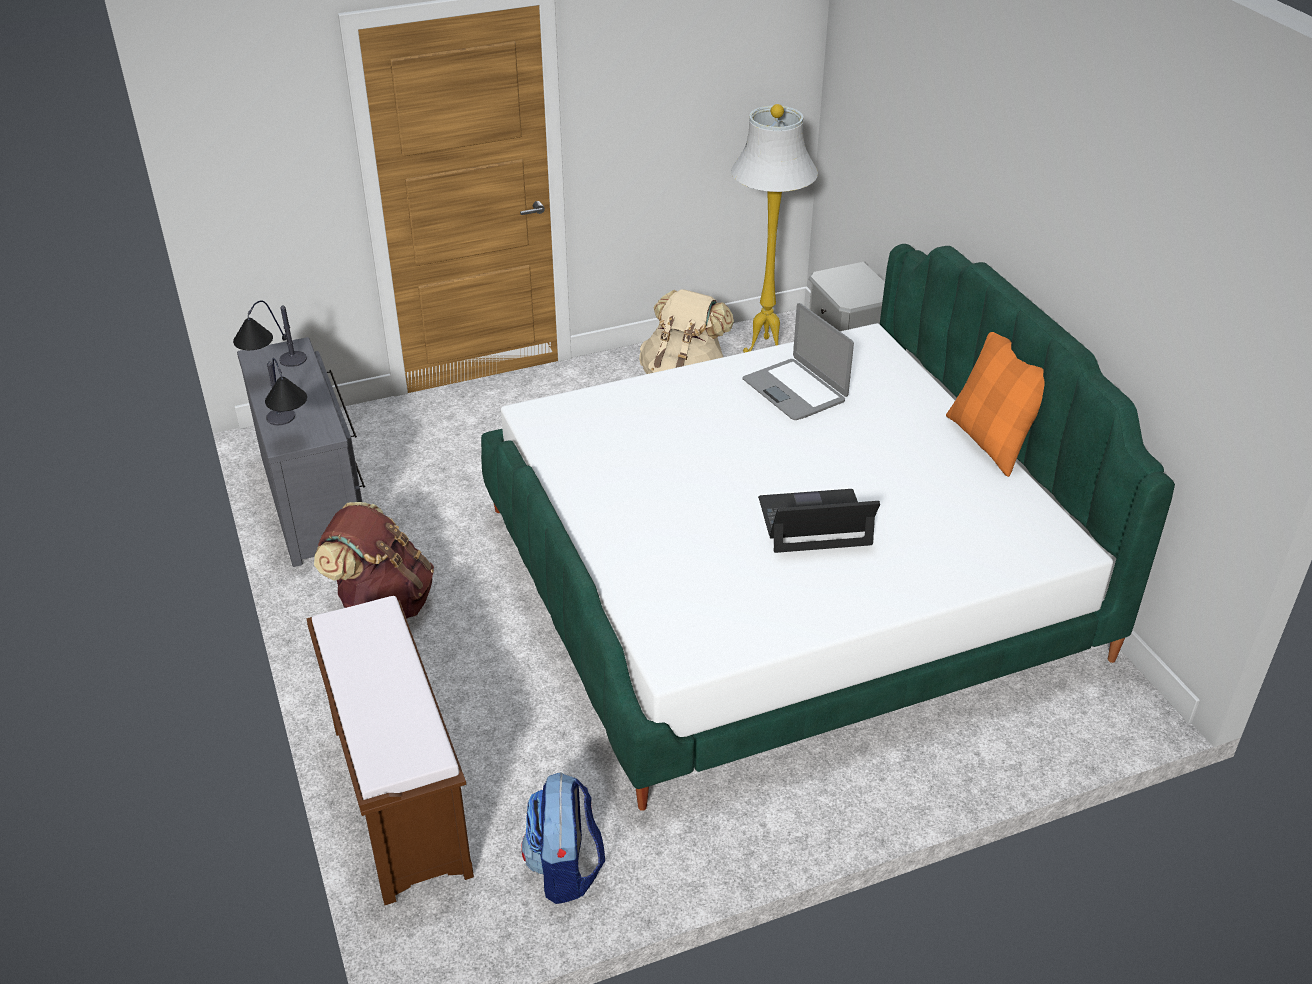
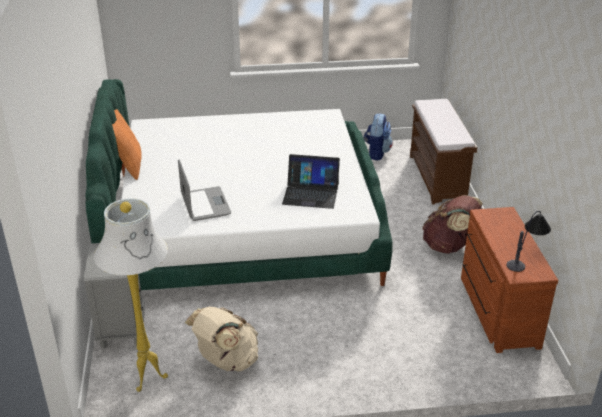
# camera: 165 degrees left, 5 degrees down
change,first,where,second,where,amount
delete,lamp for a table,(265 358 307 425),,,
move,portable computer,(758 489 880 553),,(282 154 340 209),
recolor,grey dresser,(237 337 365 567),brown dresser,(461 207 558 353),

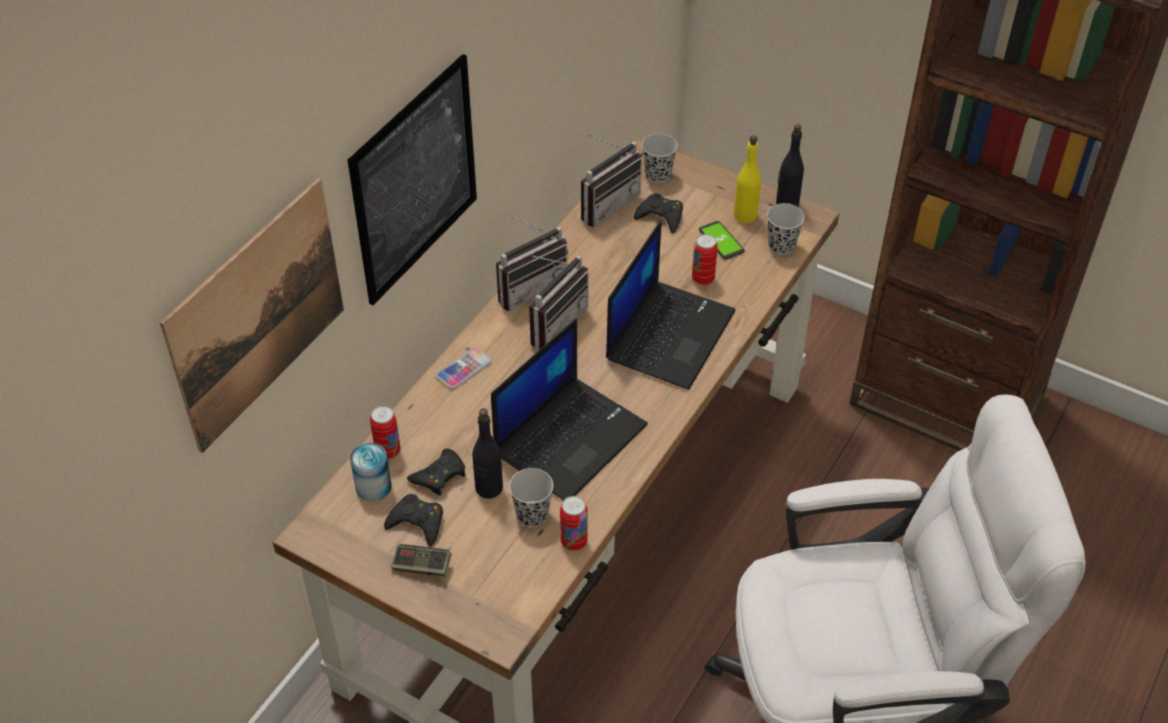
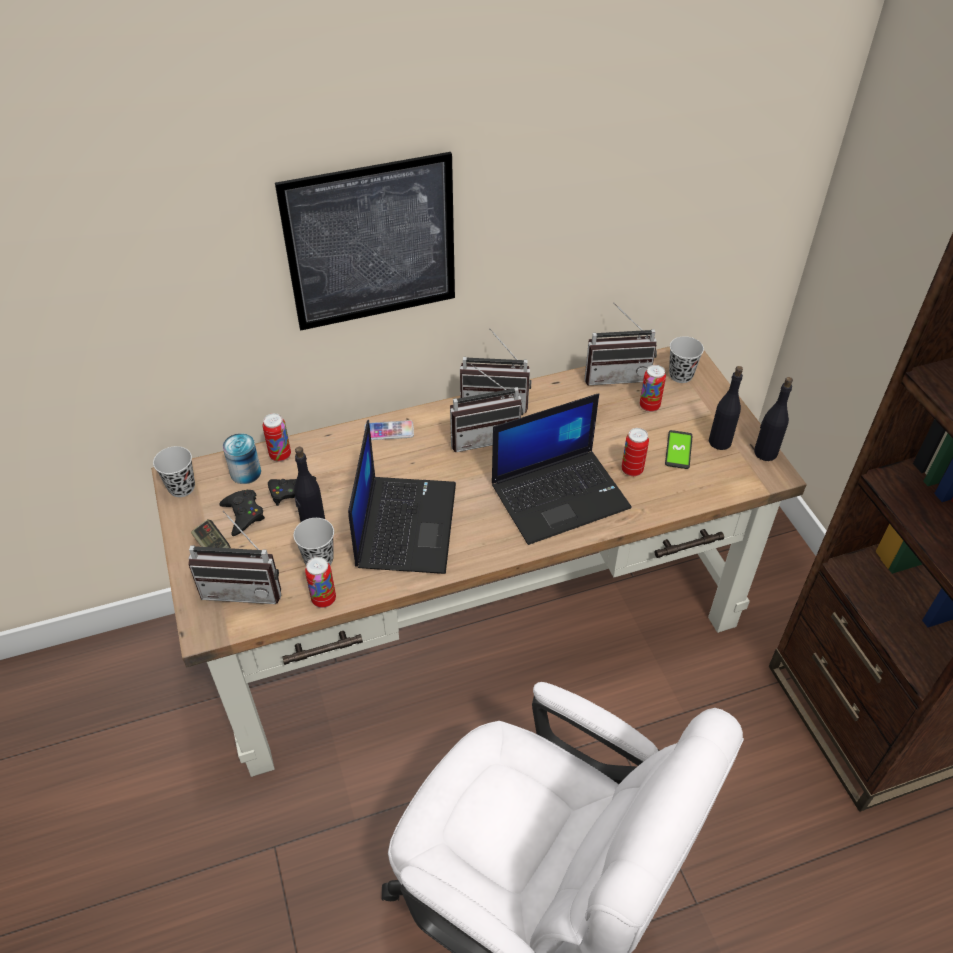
# camera: 40 degrees right, 0 degrees up
change,first,where,second,where,amount
delete,picture,(160 178 344 453),,,
insert,,,radio receiver,(188 510 281 604),
move,black small cup,(767 203 805 255),,(153 446 195 497),
replace,black gamepad,(634 193 683 233),can,(640 365 666 412),
recolor,yellowish beverage bottle,(734 135 761 223),black beverage bottle,(709 366 743 450),
rotate,portable computer,(491 318 648 500),,(348 420 456 574),75 degrees counterclockwise

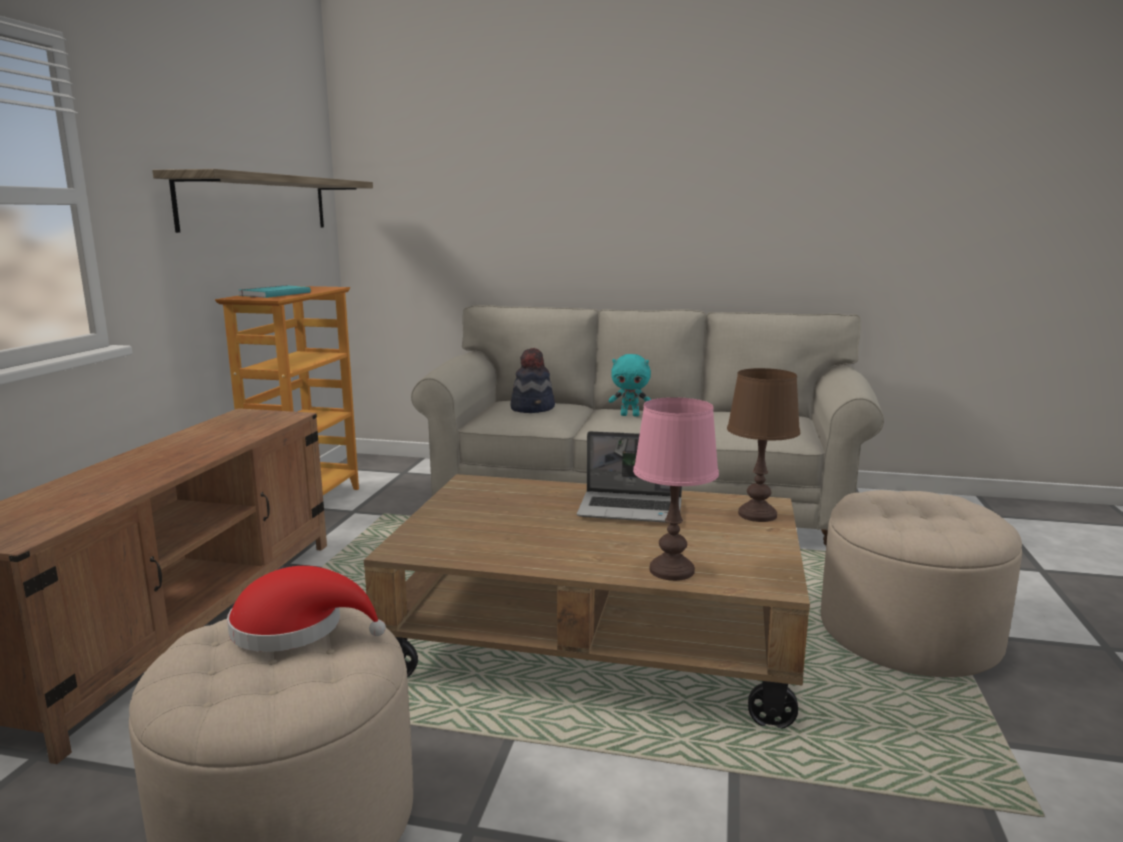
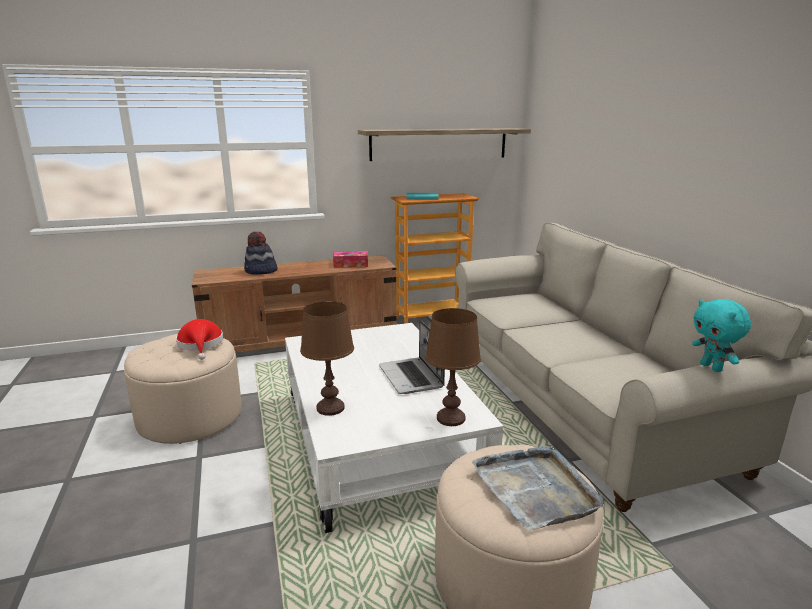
# camera: 60 degrees right, 5 degrees up
change,first,where,second,where,amount
insert,,,tissue box,(333 251 368 268),
insert,,,grey tray,(472 446 603 531),
move,wearable hat,(510 348 555 413),,(244 232 278 275),
move,turquoise plush toy,(609 354 651 416),,(692 299 751 372),
recolor,brown lounge table,(364 474 810 729),white lounge table,(285 323 504 533),
recolor,pinkish lamp for a table,(633 397 719 581),brown lamp for a table,(300 301 354 416),

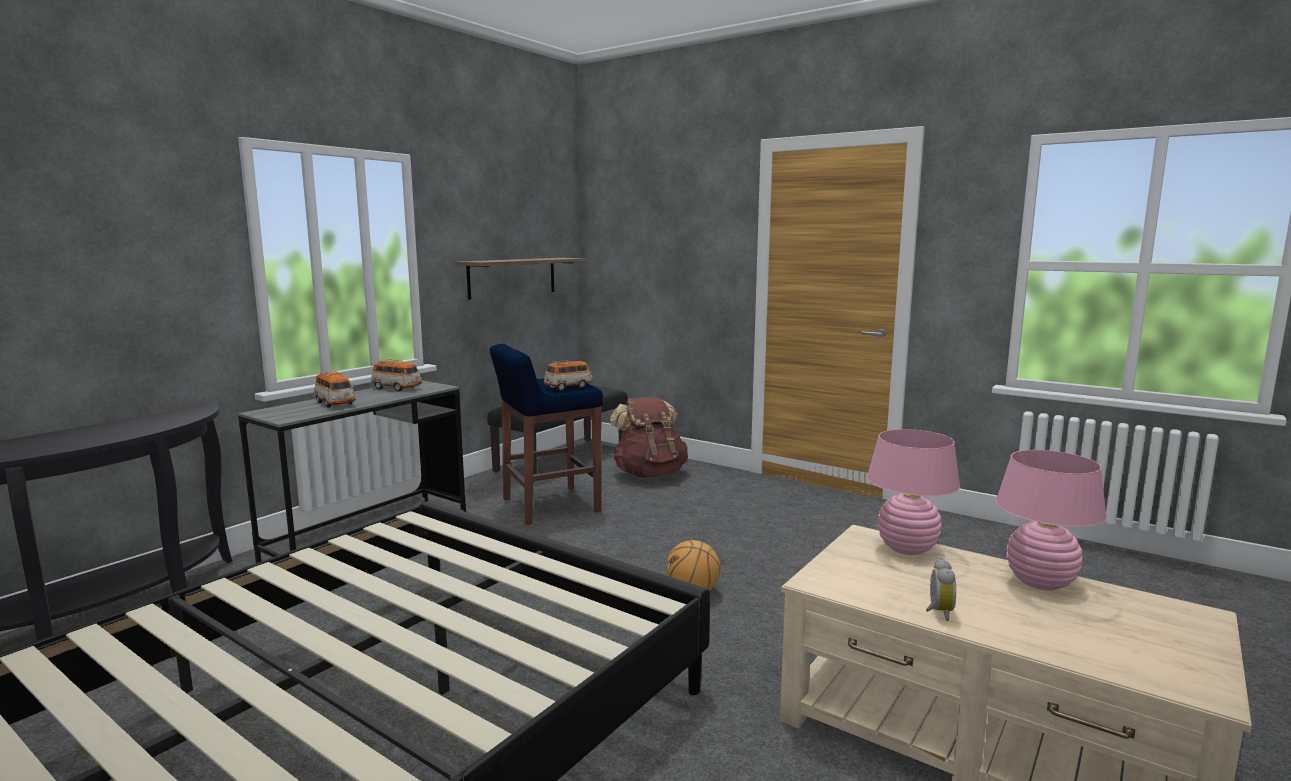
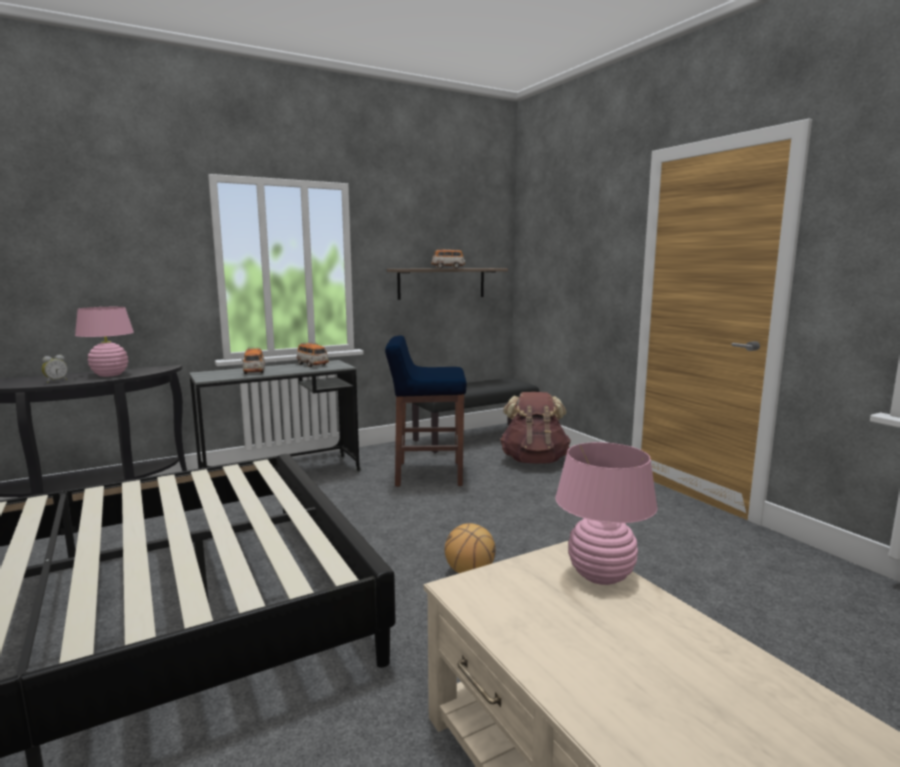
# camera: 25 degrees right, 0 degrees up
change,first,where,second,where,amount
move,miniature car,(544 360 593 391),,(431 249 465 268),
move,alarm clock,(926 559 956 621),,(42 355 68 383),
move,pinkish lamp for a table,(996 450 1107 590),,(75 307 134 377),

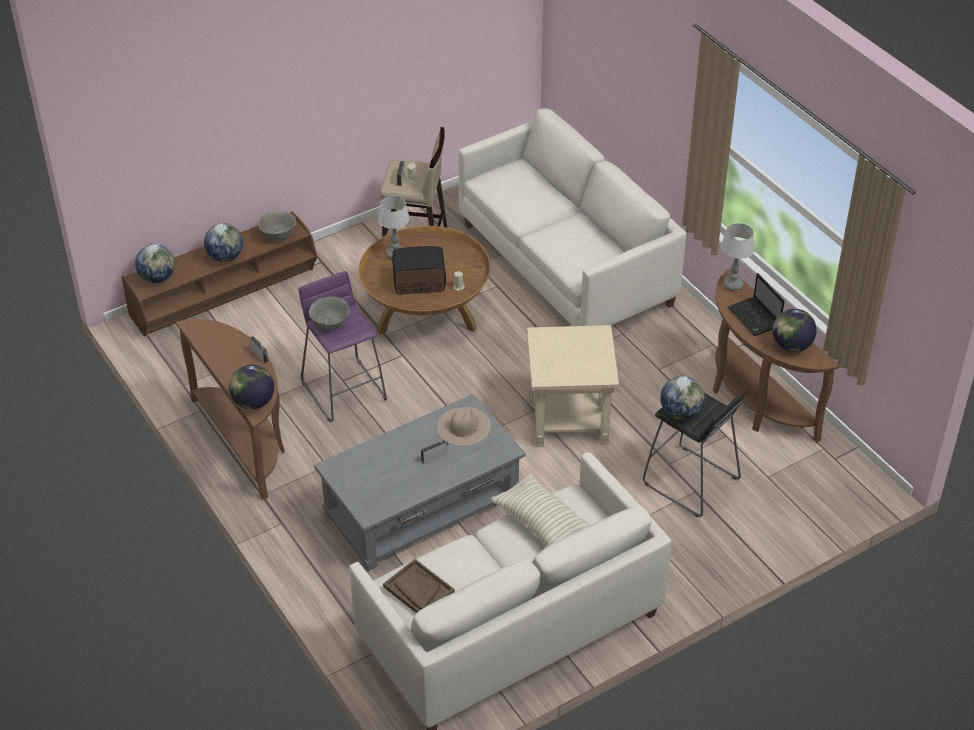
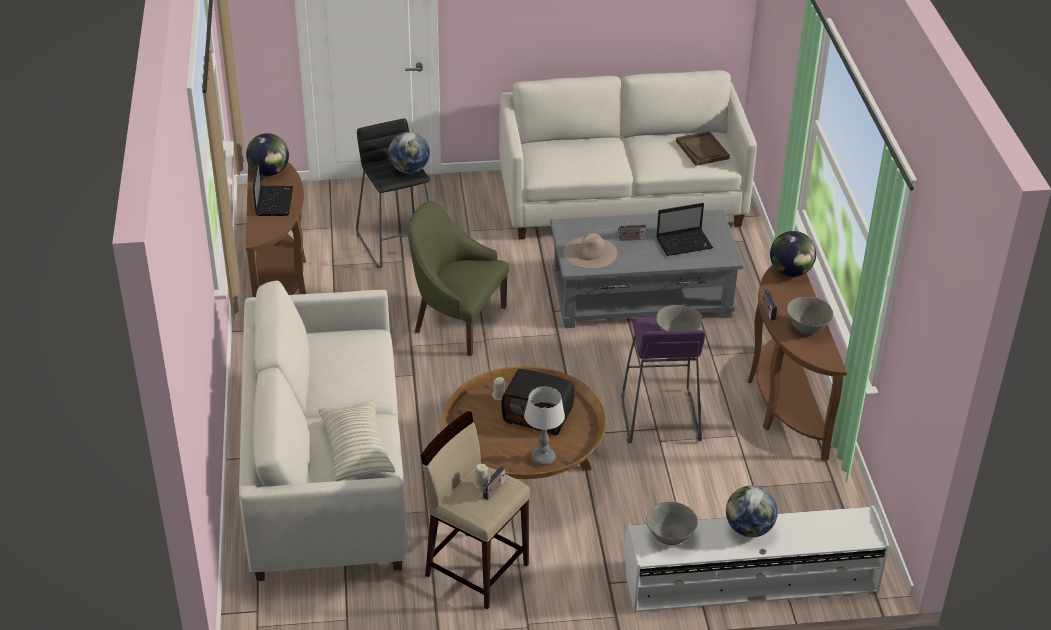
# camera: 155 degrees left, 5 degrees down
change,first,where,second,where,amount
delete,world globe,(135 244 175 283),,,
delete,lamp for a table,(721 223 755 291),,,
insert,,,portable computer,(656 203 713 256),
insert,,,grey serving bowl,(787 297 833 334),
move,pillow,(490 473 591 547),,(318 400 395 481),
replace,sand-coloured side table,(527 325 619 447),greenish lounge chair,(408 201 509 356),
recolor,brown tv unit,(121 212 317 336),white tv unit,(625 506 889 613),

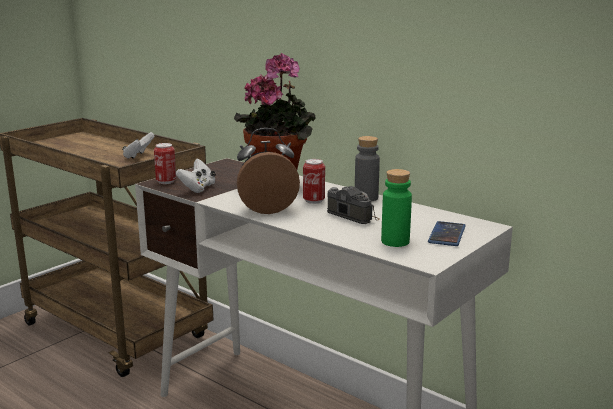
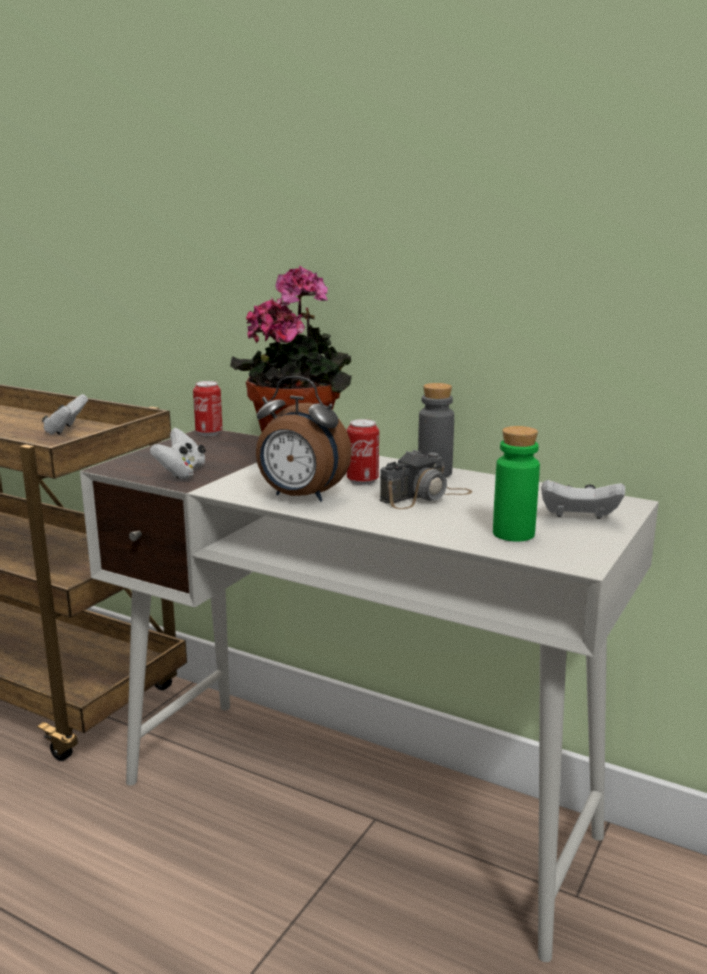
# camera: 10 degrees left, 0 degrees up
change,first,where,second,where,amount
move,can,(154 143 176 184),,(193 381 223 436),
replace,phone,(428 221 466 246),white gamepad,(541 480 625 519),
rotate,alarm clock,(237 128 300 214),,(256 376 352 502),135 degrees counterclockwise
rotate,still camera,(327 186 380 224),,(380 450 472 509),105 degrees clockwise

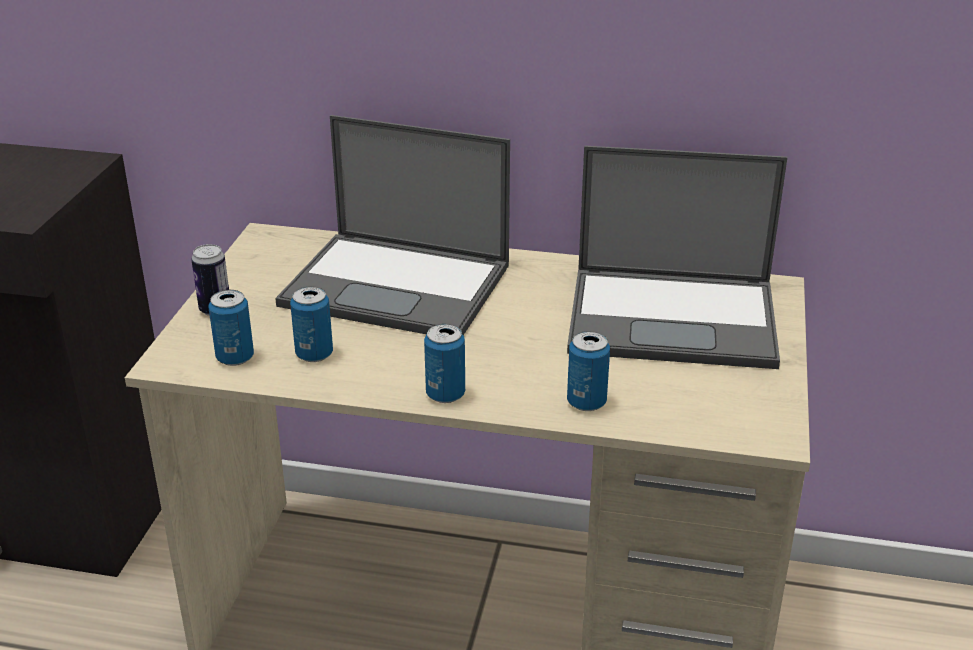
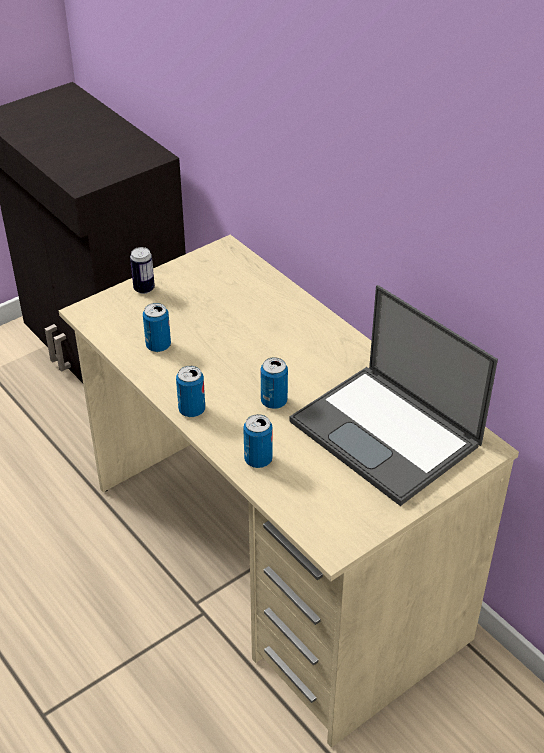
# camera: 40 degrees right, 10 degrees up
change,first,where,second,where,amount
delete,portable computer,(275 115 510 335),,,
move,can,(209 290 254 366),,(261 357 288 409),

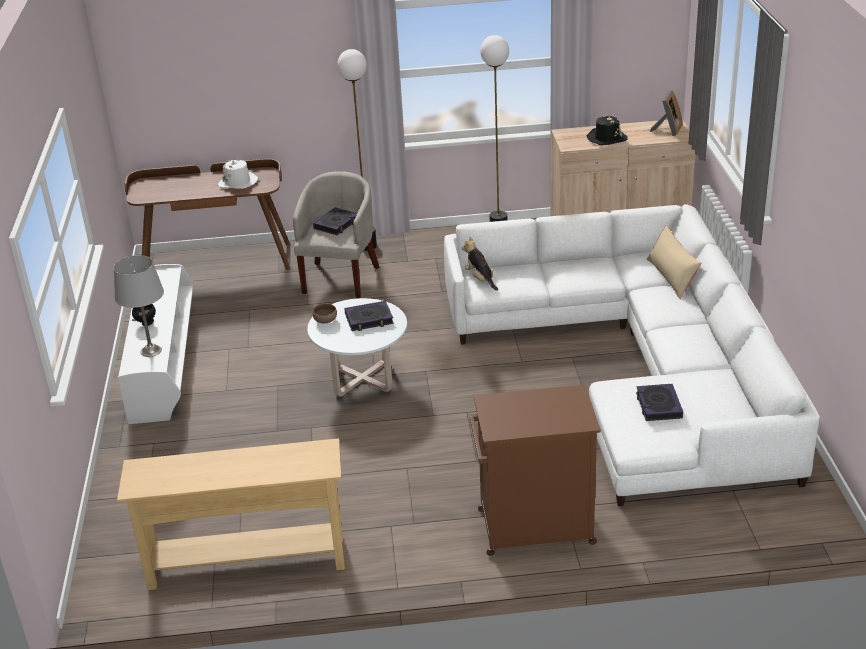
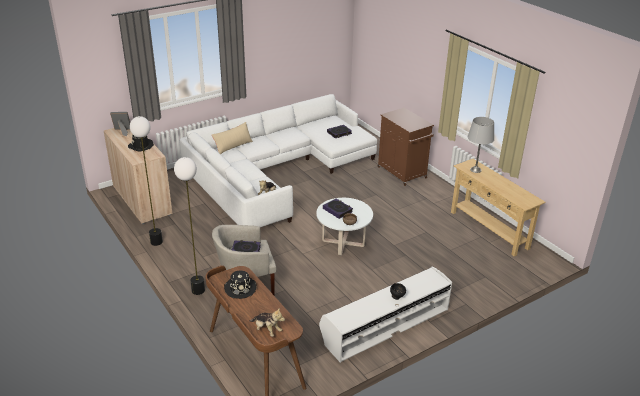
# camera: 120 degrees left, 0 degrees up
change,first,where,second,where,amount
insert,,,plush toy,(249 307 285 337),
move,grey lamp for a table,(114 255 164 357),,(468 117 494 173),
recolor,white wearable hat,(218 159 258 189),black wearable hat,(224 271 257 299),

